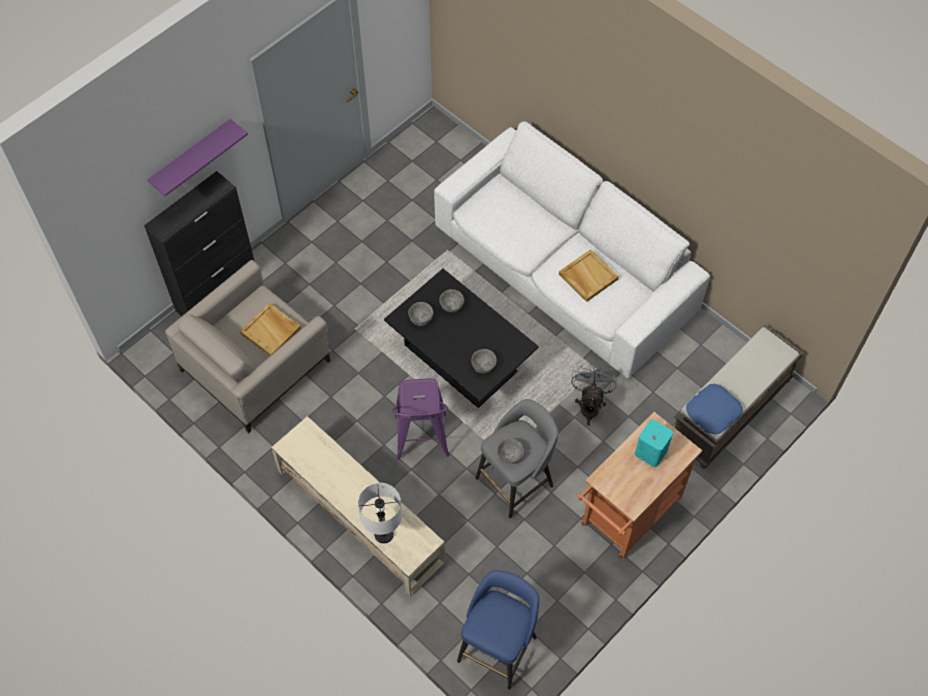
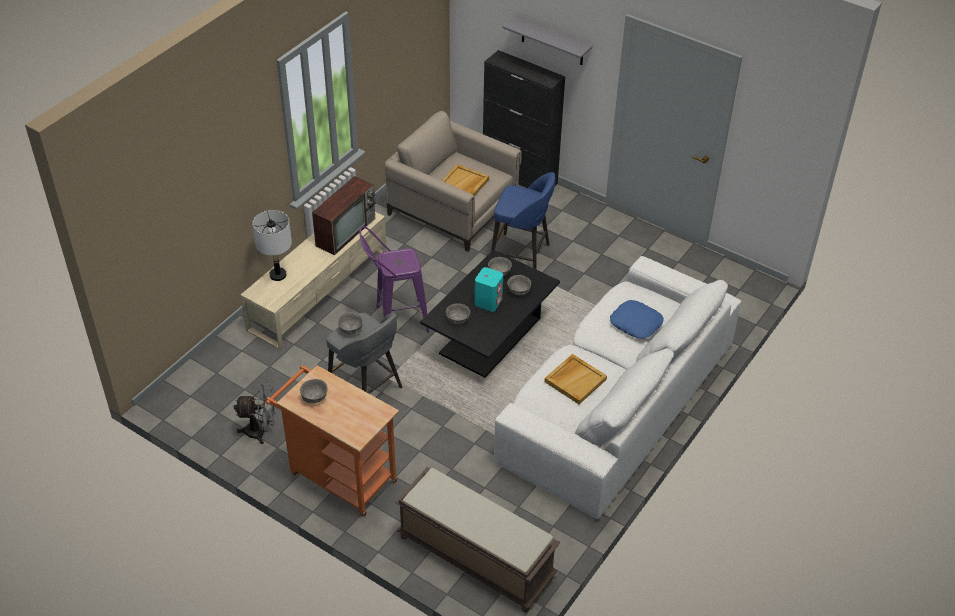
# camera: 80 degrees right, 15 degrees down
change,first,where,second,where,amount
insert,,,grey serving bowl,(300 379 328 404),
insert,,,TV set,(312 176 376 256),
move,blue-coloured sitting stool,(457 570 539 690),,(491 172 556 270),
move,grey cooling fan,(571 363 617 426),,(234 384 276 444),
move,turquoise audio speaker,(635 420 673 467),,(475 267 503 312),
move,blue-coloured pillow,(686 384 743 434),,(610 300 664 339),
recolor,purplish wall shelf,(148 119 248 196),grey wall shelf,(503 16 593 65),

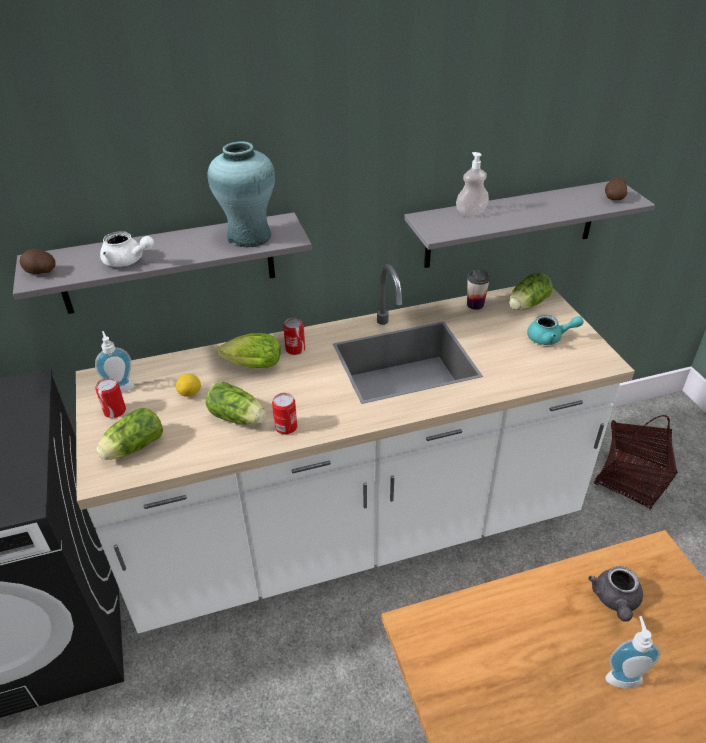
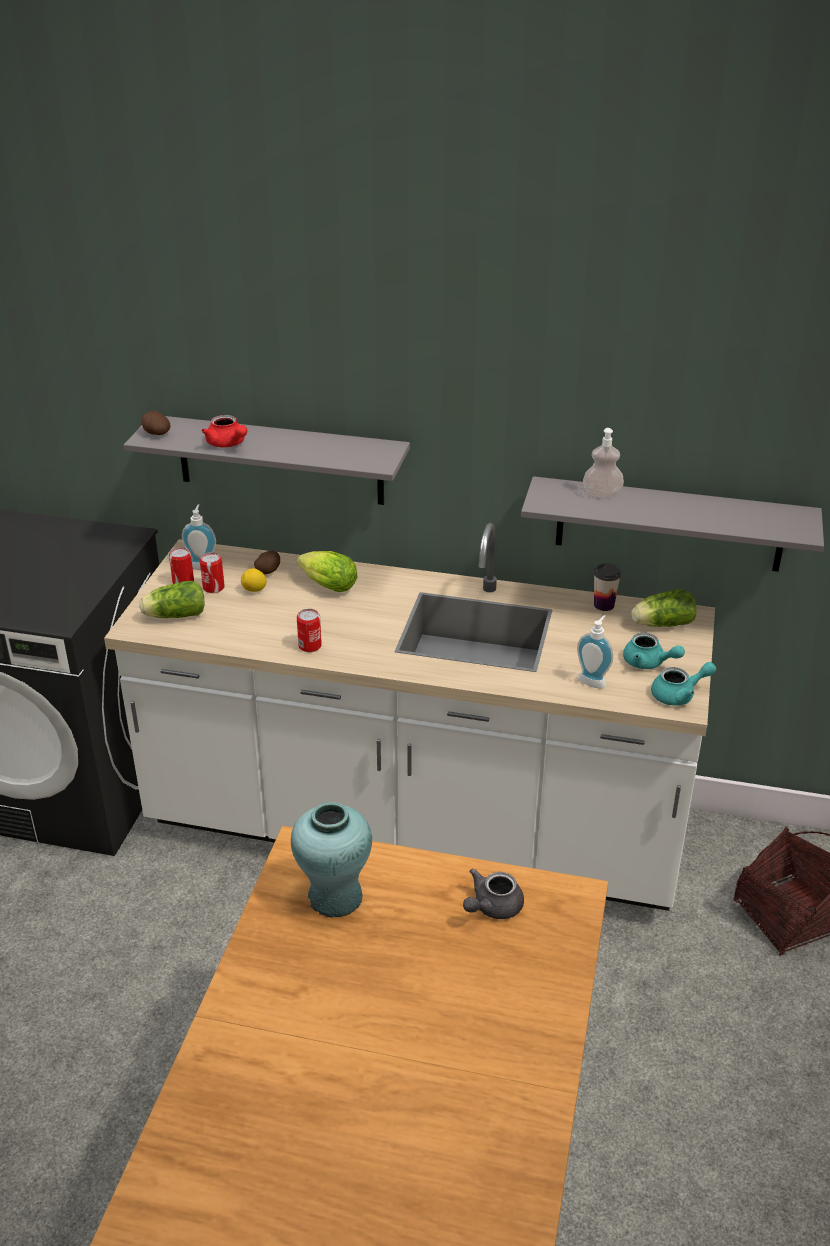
# camera: 30 degrees right, 5 degrees down
change,first,where,second,where,amount
delete,lettuce head,(206 382 266 425),,,
insert,,,turquoise tea pot,(651 662 716 705),
move,turquoise flower vase,(208 141 275 248),,(291 802 372 917),
move,can,(283 318 305 355),,(200 552 225 593),
move,potato,(605 178 627 200),,(254 551 280 574),
move,soap dispenser,(605 616 661 689),,(577 615 613 689),
recolor,white tea pot,(100 231 154 267),red-coloured tea pot,(201 415 247 448),

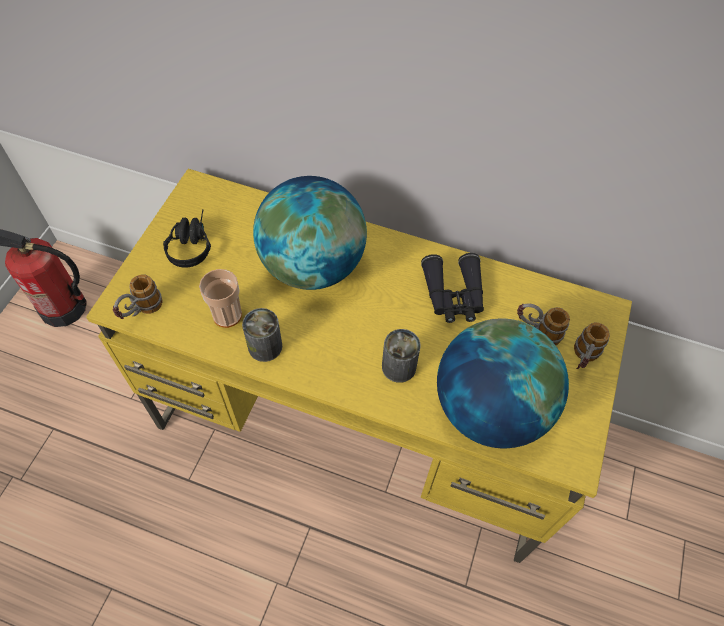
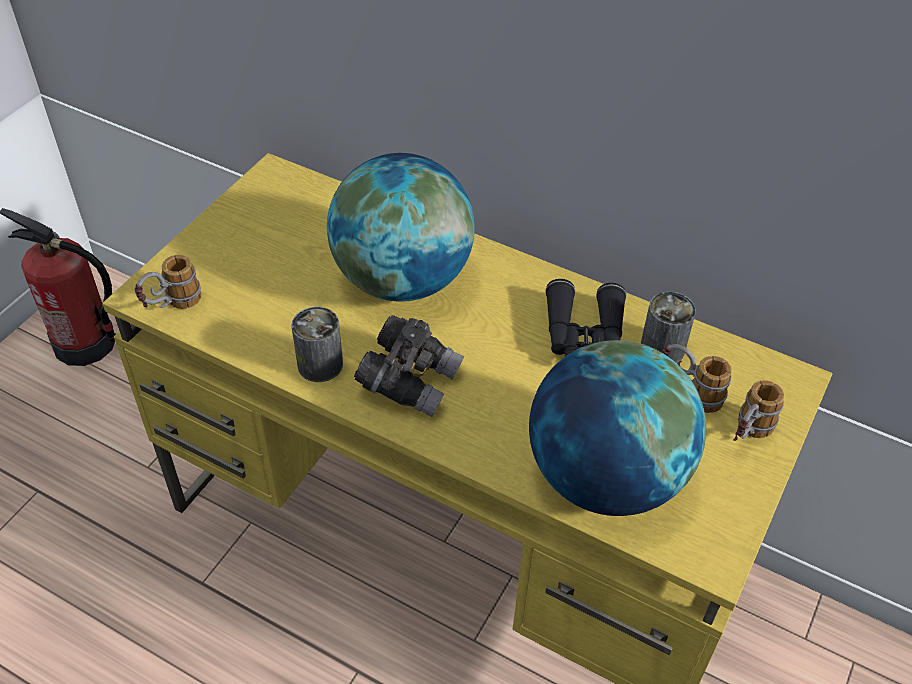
# camera: 10 degrees right, 10 degrees down
change,first,where,second,where,amount
delete,black headset,(163 209 211 268),,,
delete,small cup,(199 269 242 328),,,
insert,,,grey field glasses,(354 315 464 417),
move,can,(382 329 421 383),,(641 291 696 363),

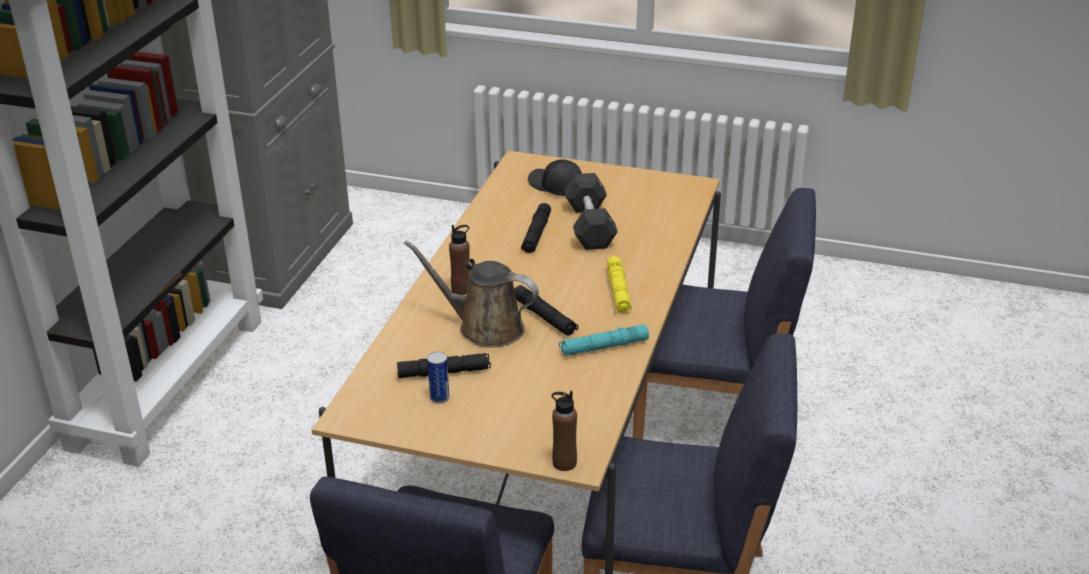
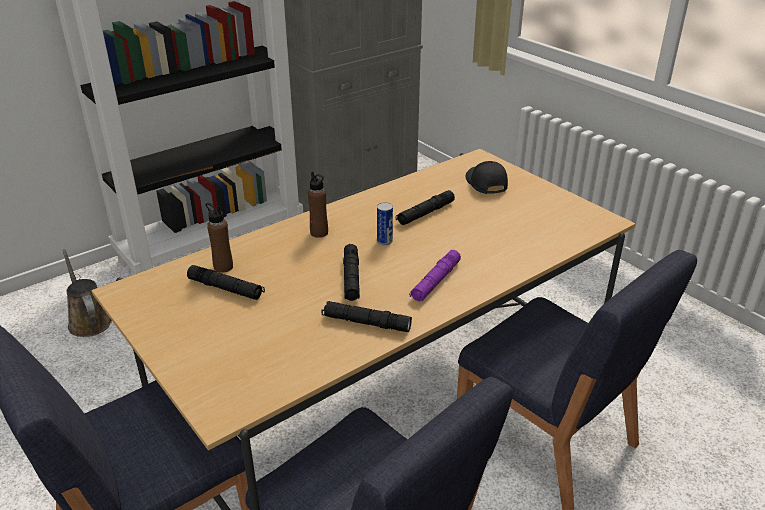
# camera: 35 degrees right, 0 degrees up
change,first,where,second,where,amount
delete,black hand weight,(564 173 618 250),,,
move,brown watering can,(404 240 539 348),,(62 249 112 337),
move,can,(427 352 449 403),,(377 202 393 245),
move,brown beverage bottle,(552 391 577 471),,(205 203 233 273),
recolor,turquoise flashlight,(559 324 649 356),black flashlight,(321 301 412 332),
recolor,yellowish flashlight,(607 256 632 313),purplish flashlight,(409 250 461 302),

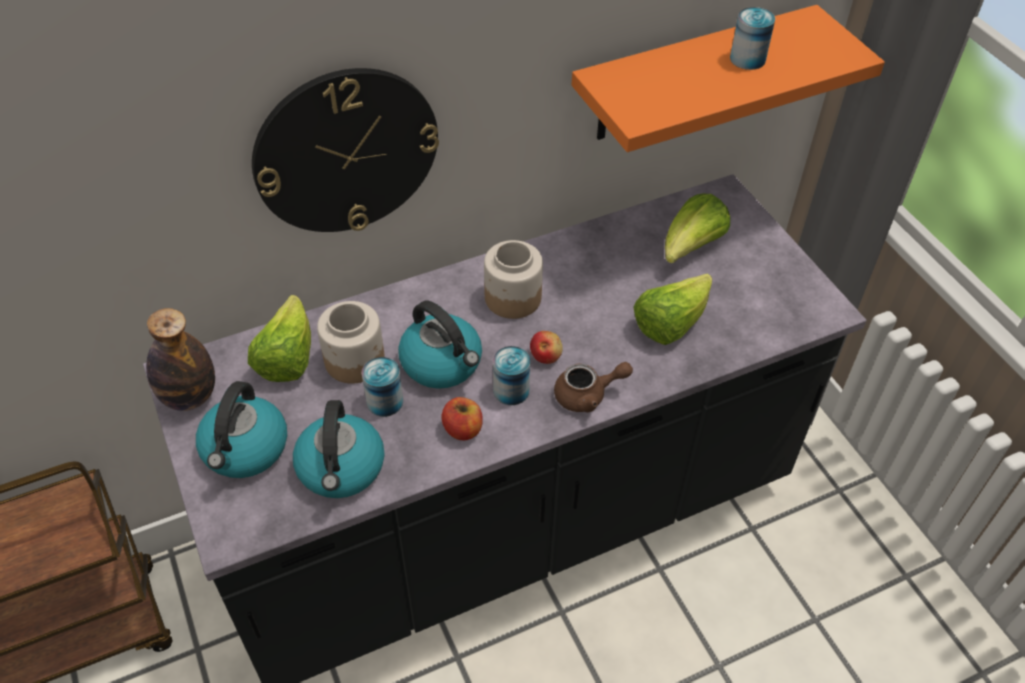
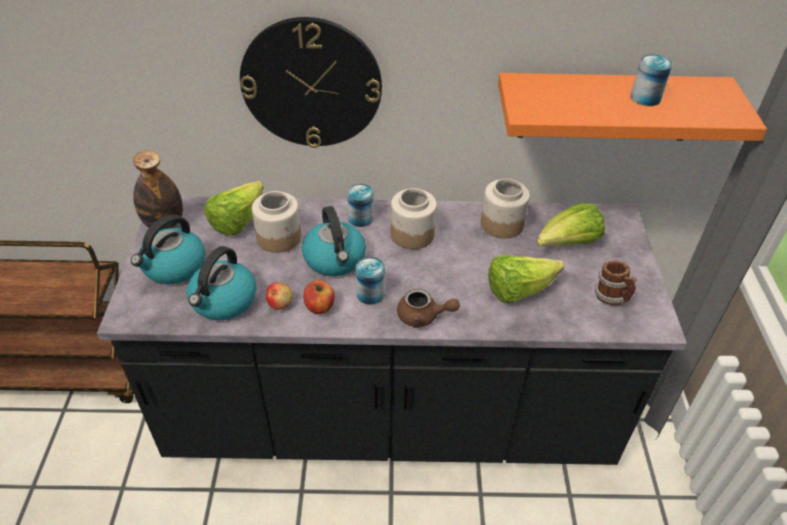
# camera: 25 degrees right, 5 degrees down
change,first,where,second,where,amount
insert,,,preserve jar,(481 179 530 239),
insert,,,mug,(595 261 637 305),
move,can,(362 357 403 417),,(347 184 374 227),
move,apple,(530 331 563 364),,(266 282 293 310),

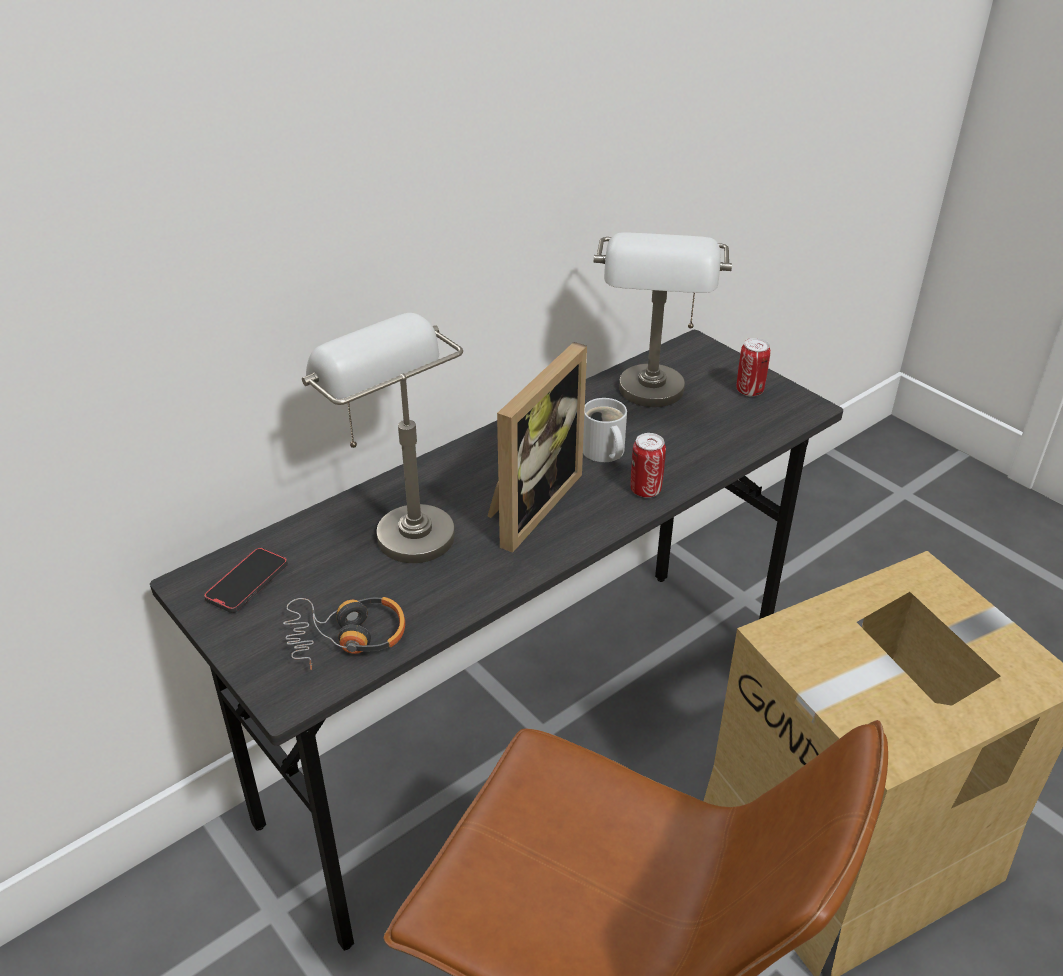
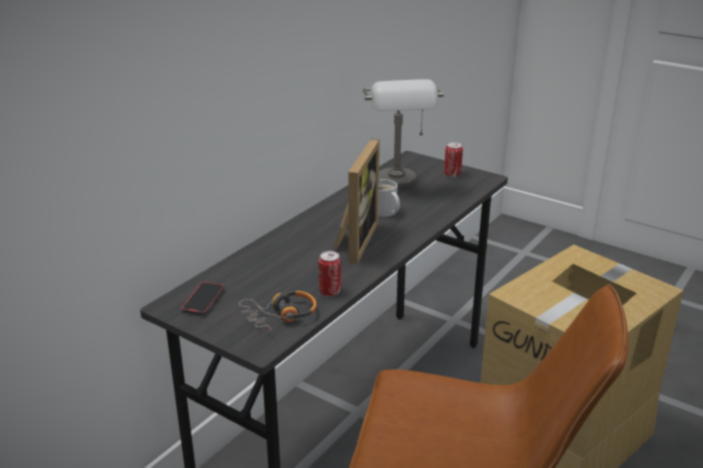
# camera: 15 degrees left, 10 degrees down
change,first,where,second,where,amount
delete,grey lamp for a table,(302 313 463 563),,,
move,can,(631 433 666 498),,(318 251 341 296),

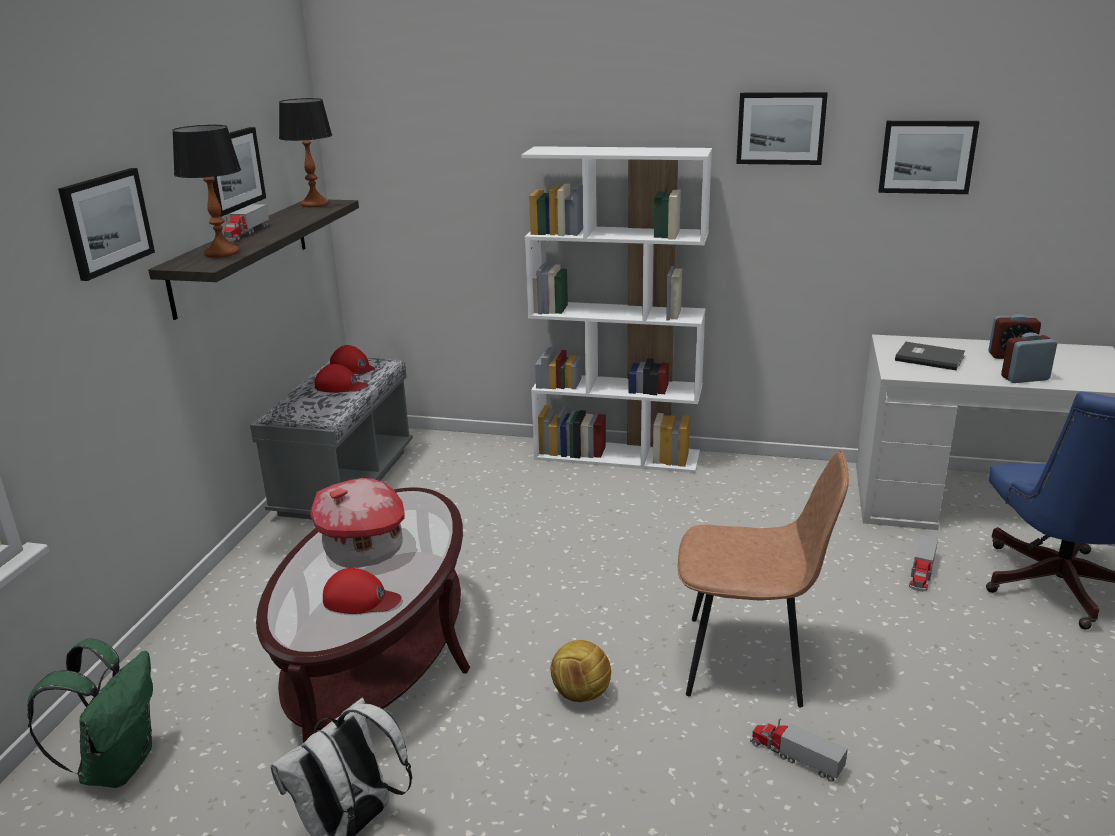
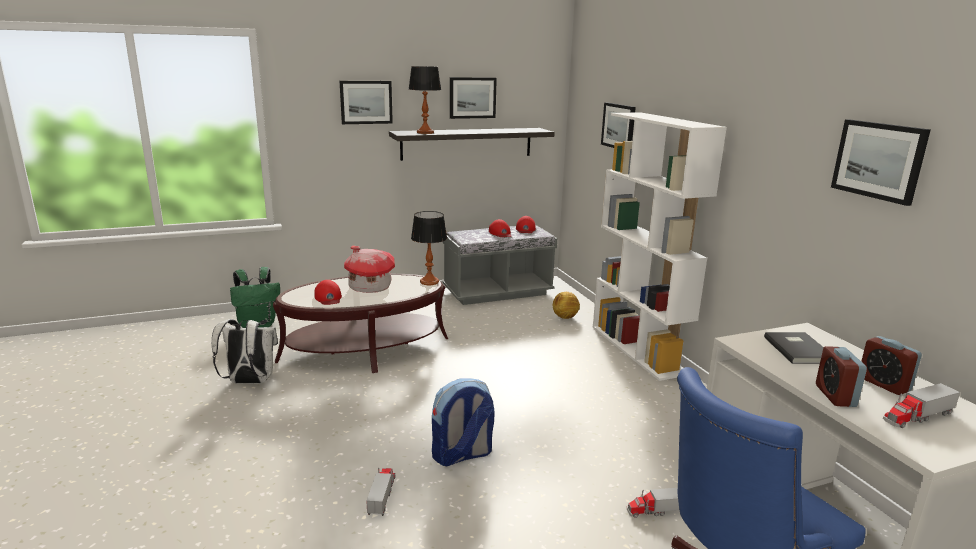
# camera: 55 degrees right, 5 degrees down
change,first,where,second,where,amount
move,model truck,(223 204 269 241),,(883 383 960 428),
move,lamp for a table,(279 98 332 207),,(411 211 447 285),
move,football ball,(550 640 611 702),,(553 292 580 319),
move,picture,(736 92 828 165),,(601 102 636 148),
replace,brown upright chair,(678 450 849 707),backpack,(432 378 495 466),
rotate,alarm clock,(1001 332 1057 383),,(816 346 867 407),135 degrees counterclockwise

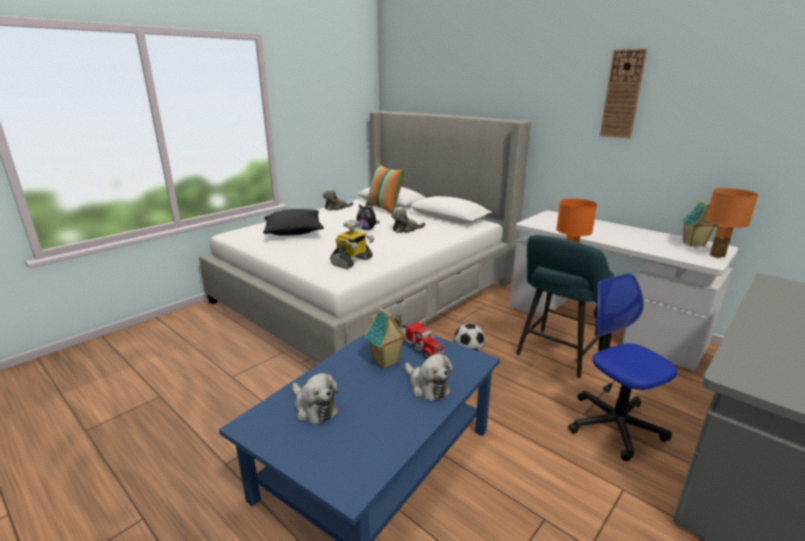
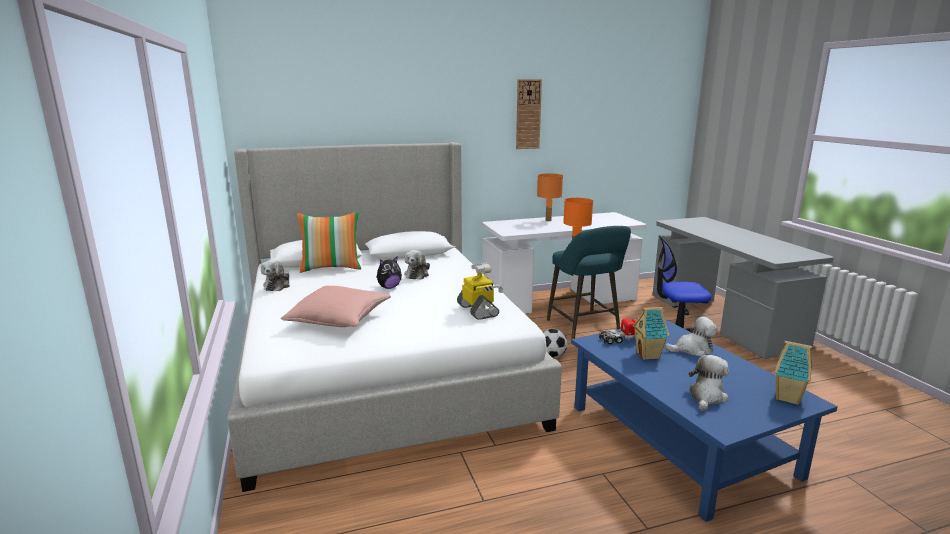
# camera: 60 degrees left, 5 degrees down
change,first,where,second,where,amount
move,toy house,(682 200 718 247),,(775 341 812 405),
move,orange lamp for a table,(706 188 758 258),,(537 173 563 221),
recolor,black pillow,(263 209 324 236),pinkish pillow,(280 286 391 327),
rotate,plush toy,(292 373 338 424),,(689 355 729 411),45 degrees counterclockwise

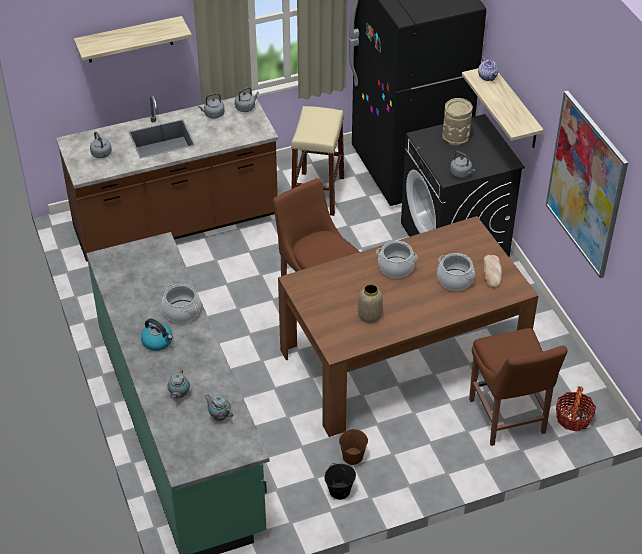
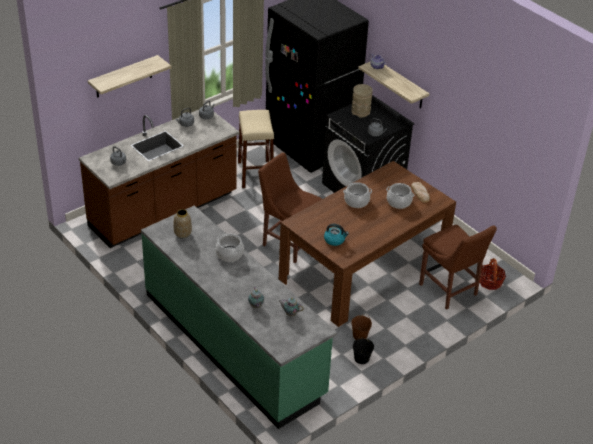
# camera: 20 degrees left, 5 degrees down
change,first,where,second,where,amount
delete,picture,(546 91 628 278),,,
move,water kettle,(141 318 173 351),,(324 224 349 246),
move,flower vase,(358 284 383 323),,(173 209 192 238),

